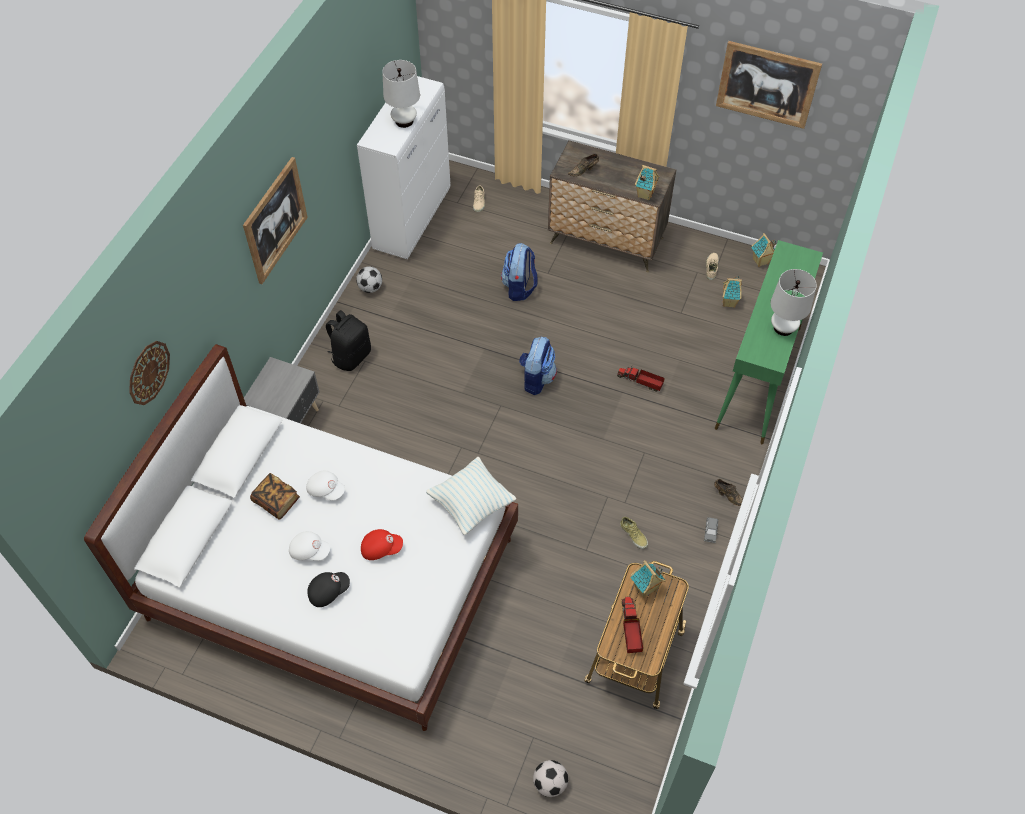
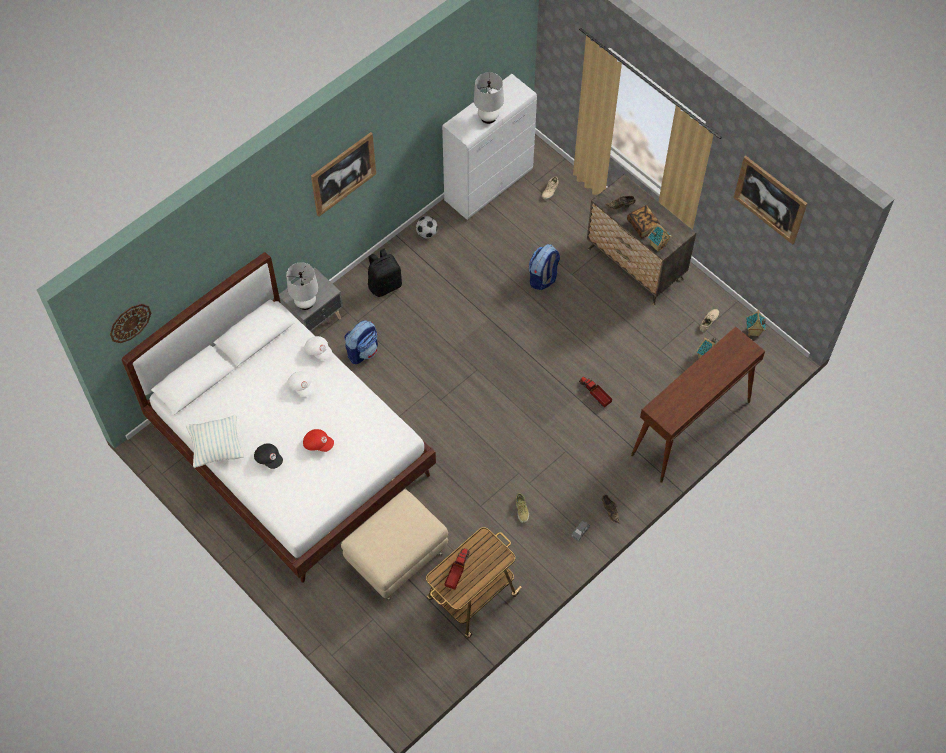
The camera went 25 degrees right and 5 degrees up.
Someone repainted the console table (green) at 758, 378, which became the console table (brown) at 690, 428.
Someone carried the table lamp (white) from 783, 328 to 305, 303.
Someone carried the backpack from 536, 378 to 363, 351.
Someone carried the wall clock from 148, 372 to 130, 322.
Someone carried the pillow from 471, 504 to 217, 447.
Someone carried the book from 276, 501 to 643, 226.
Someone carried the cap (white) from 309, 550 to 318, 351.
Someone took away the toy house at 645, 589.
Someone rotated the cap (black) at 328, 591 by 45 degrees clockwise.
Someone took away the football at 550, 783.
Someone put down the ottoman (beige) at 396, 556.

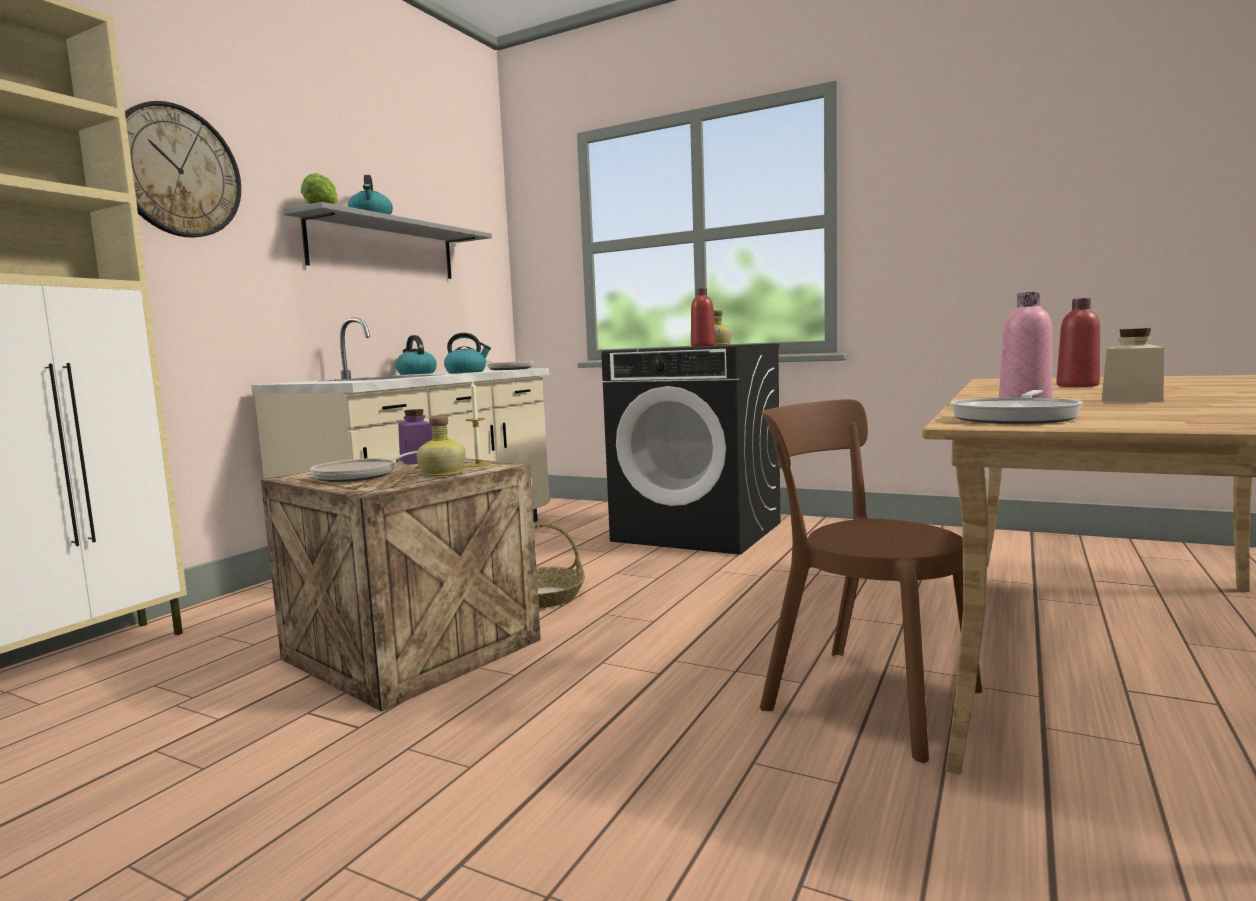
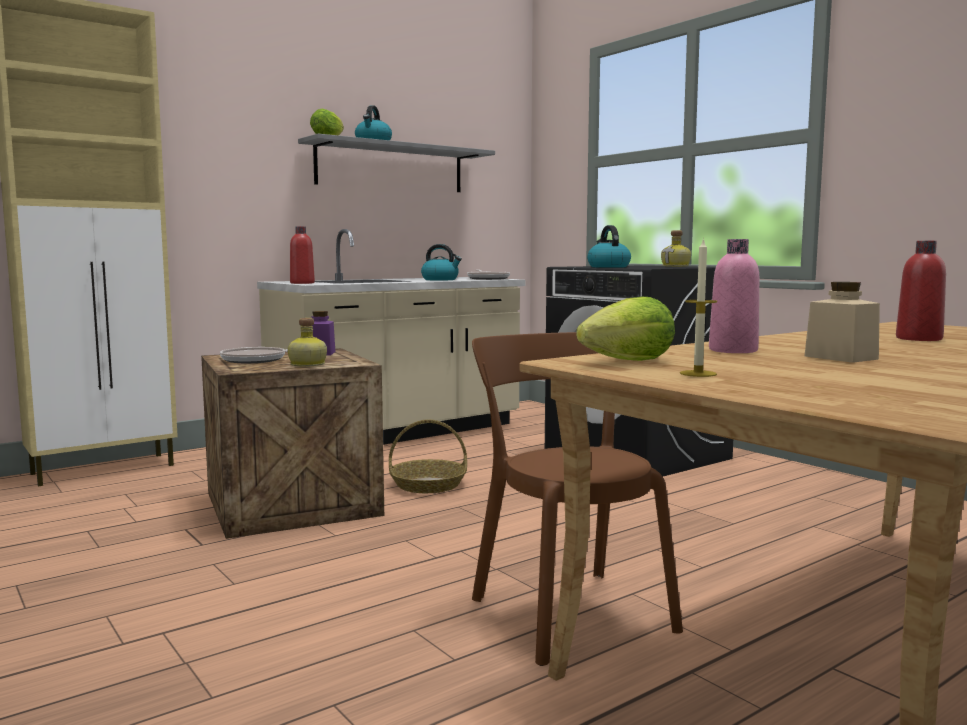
The camera went 25 degrees right and 0 degrees up.
Someone took away the wall clock at 177, 171.
Someone carried the bottle (red) from 703, 346 to 302, 283.
Someone carried the kettle from 416, 373 to 608, 267.
Someone carried the candle from 478, 464 to 698, 373.
Someone swapped the frying pan at 1016, 417 for the lettuce at 629, 361.

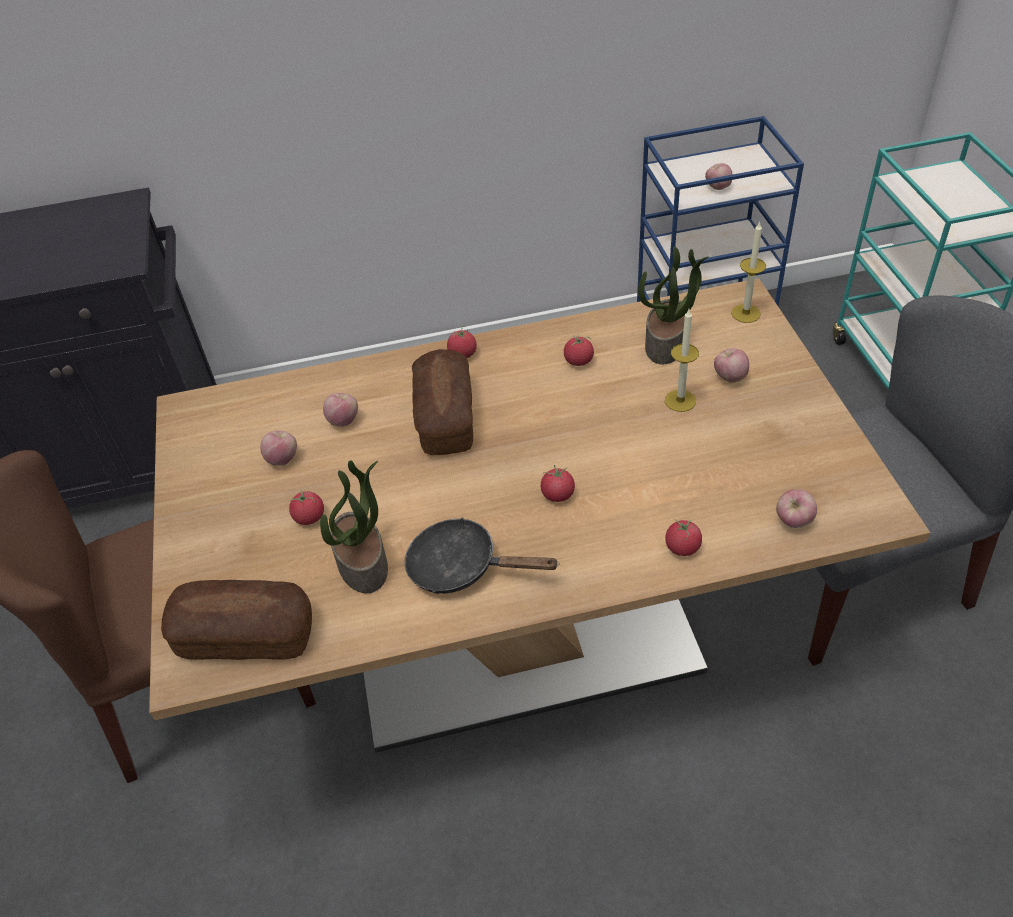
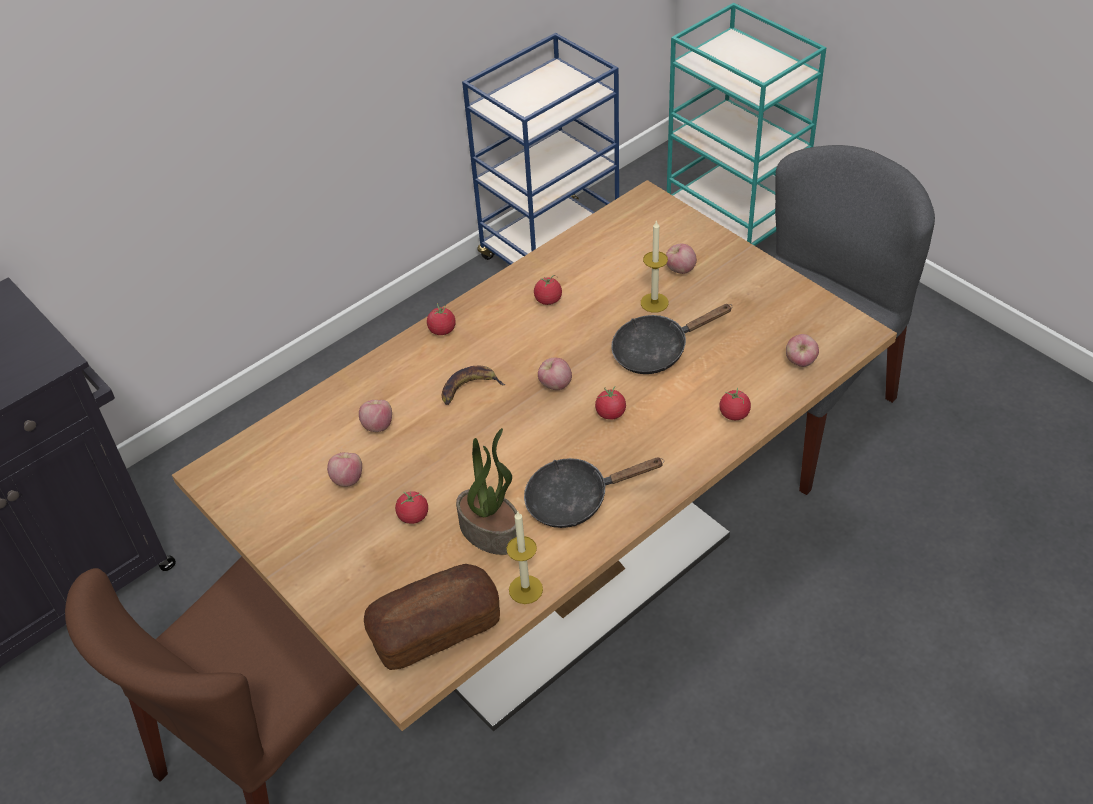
The camera went 30 degrees left and 0 degrees up.
Someone carried the apple from 717, 187 to 555, 385.
Someone carried the candle from 745, 313 to 525, 589.
Someone took away the potted plant at 667, 344.
Someone swapped the bread at 445, 417 for the banana at 469, 388.
Someone put down the frying pan (black) at 657, 350.

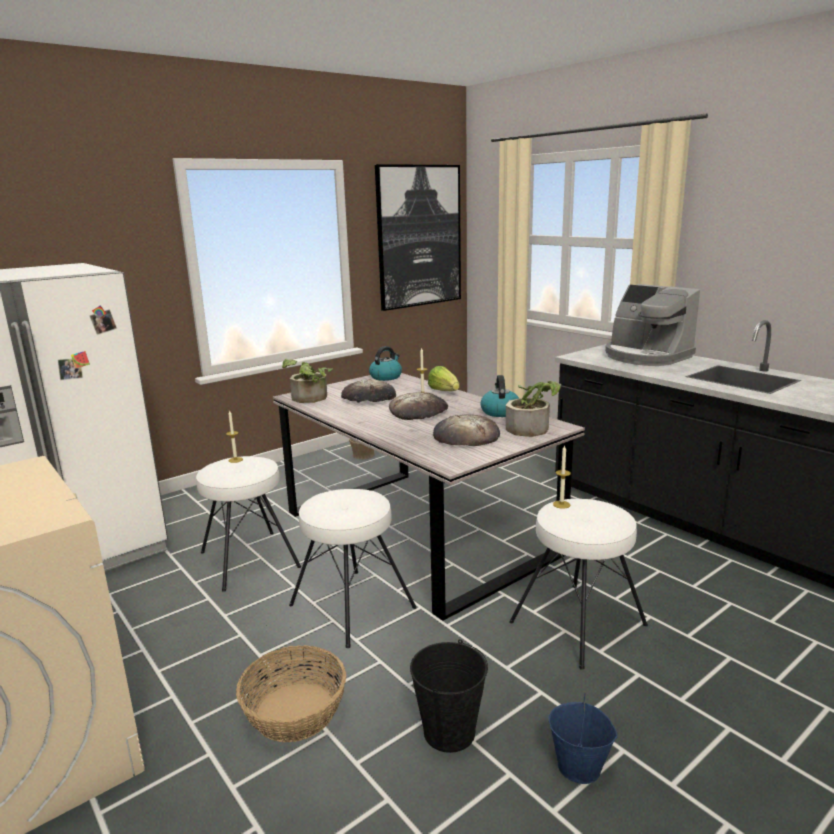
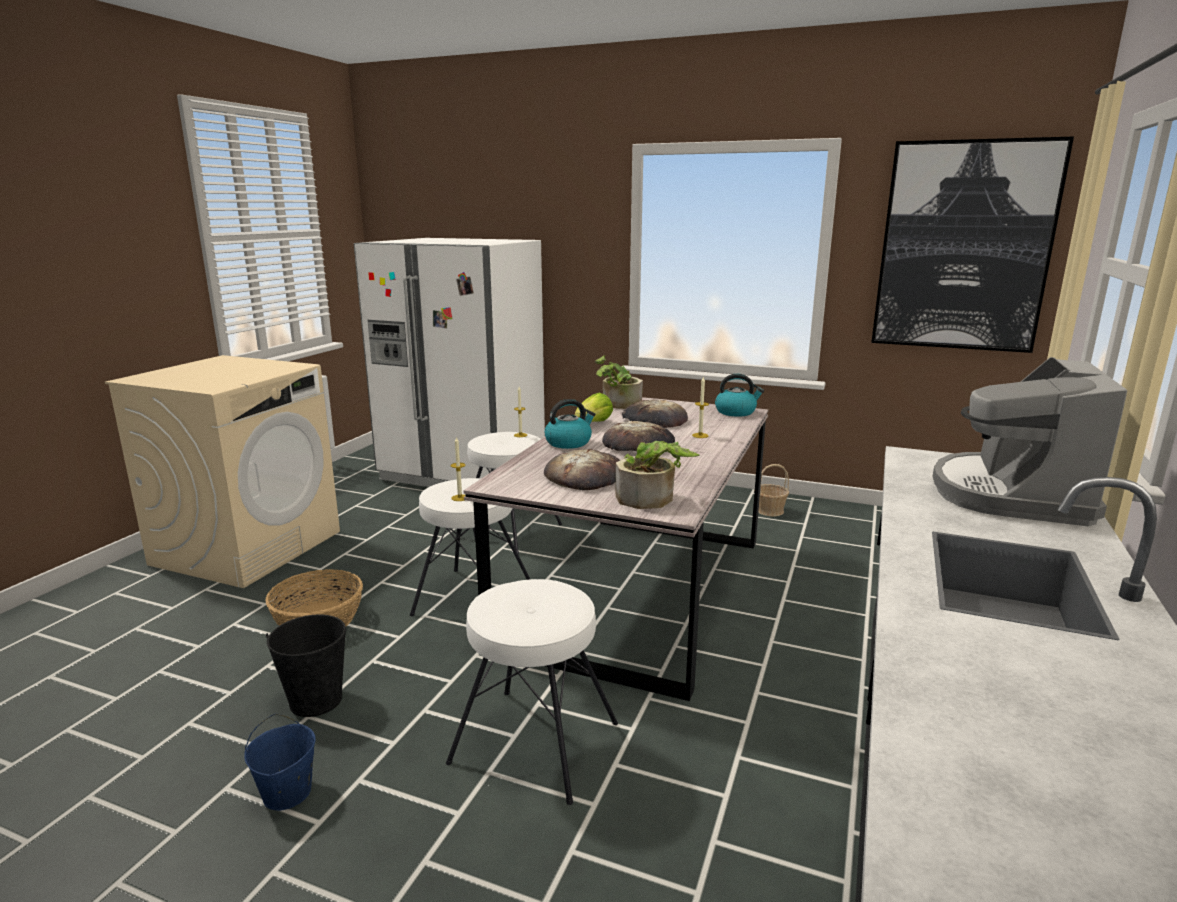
The camera went 60 degrees right and 0 degrees up.
Someone carried the lettuce from 444, 391 to 593, 424.
Someone carried the kettle from 499, 412 to 569, 442.
Someone carried the candle from 561, 504 to 460, 498.

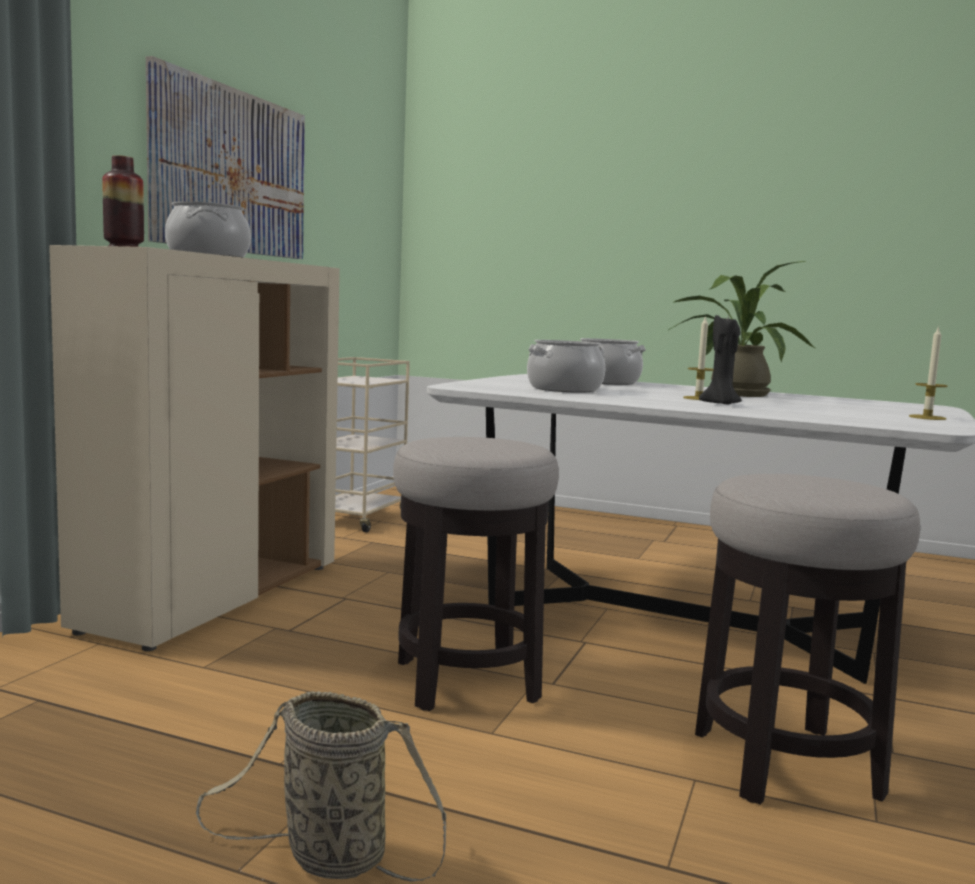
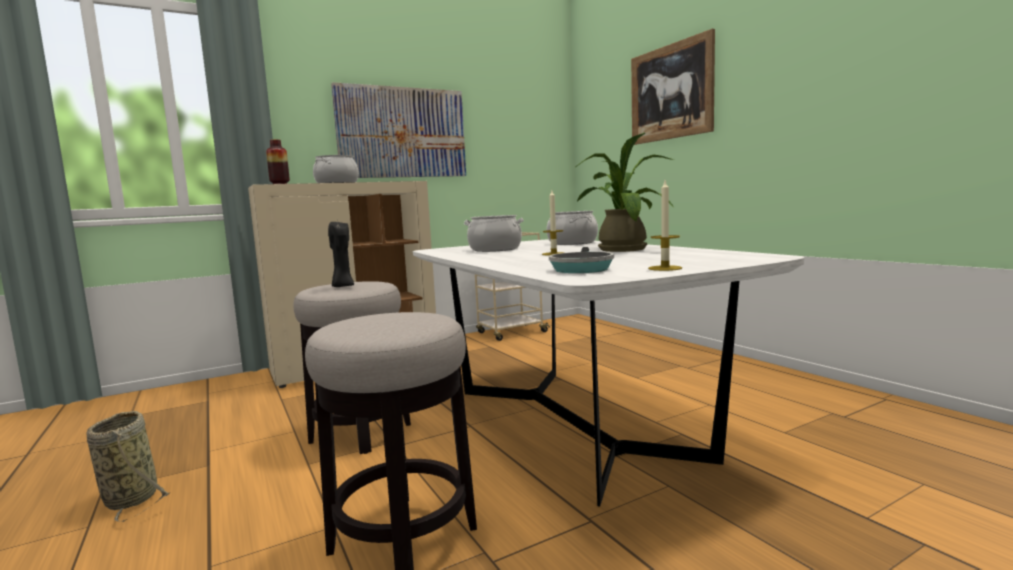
The camera went 40 degrees right and 0 degrees up.
Someone carried the candle (black) from 720, 404 to 343, 286.
Someone put up the picture at 670, 92.
Someone put down the frying pan at 581, 268.

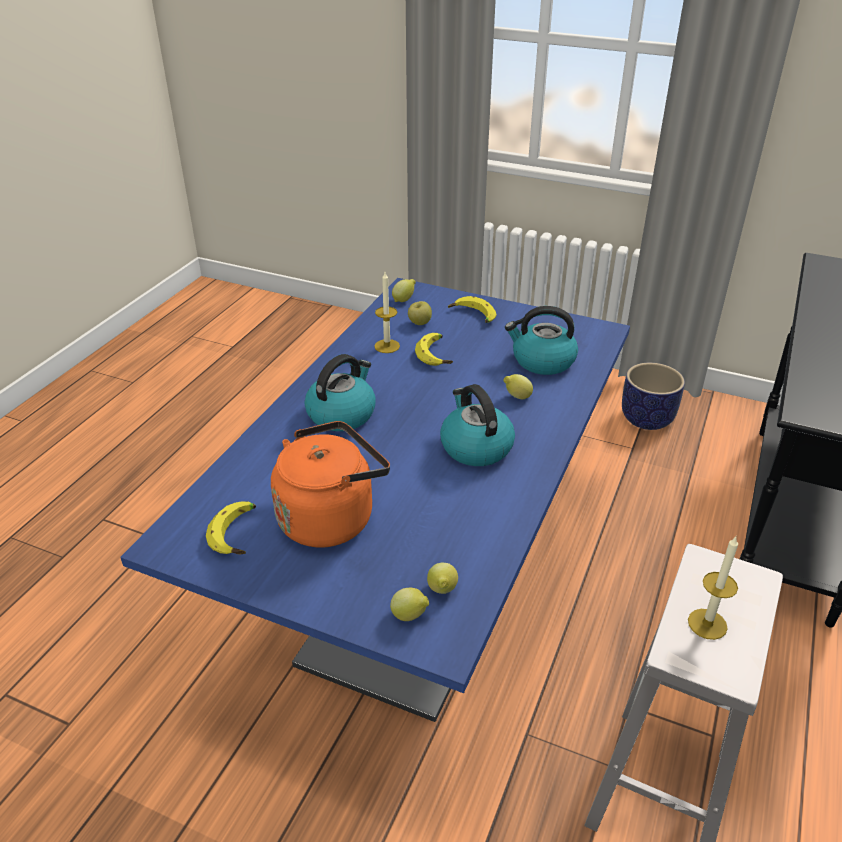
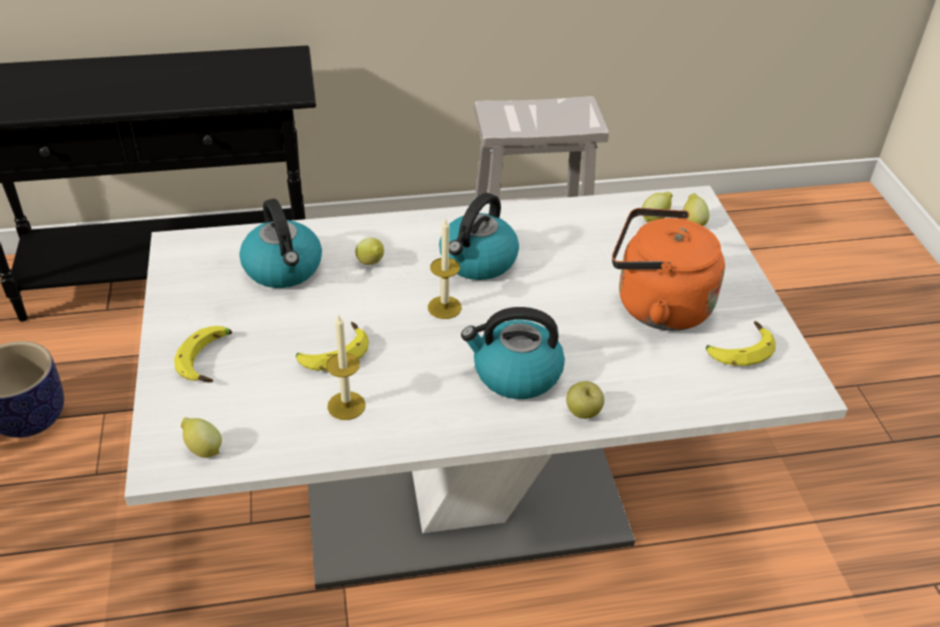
The camera went 125 degrees left and 5 degrees up.
Someone repainted the dining table (blue) at 420, 590, which became the dining table (white) at 463, 497.
Someone carried the apple from 419, 323 to 583, 412.
Someone carried the candle from 707, 624 to 444, 307.

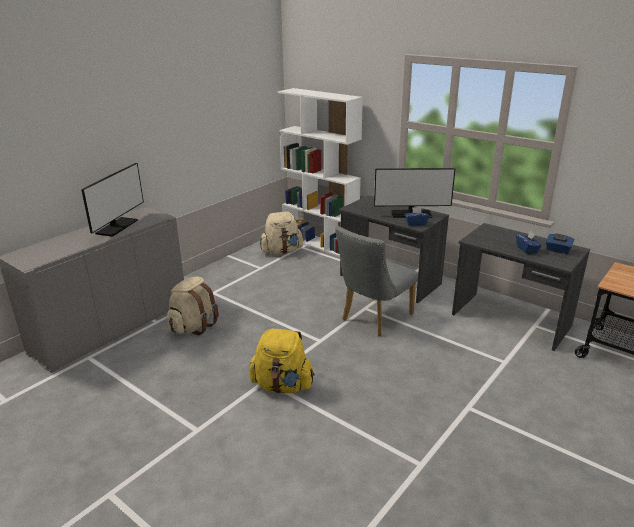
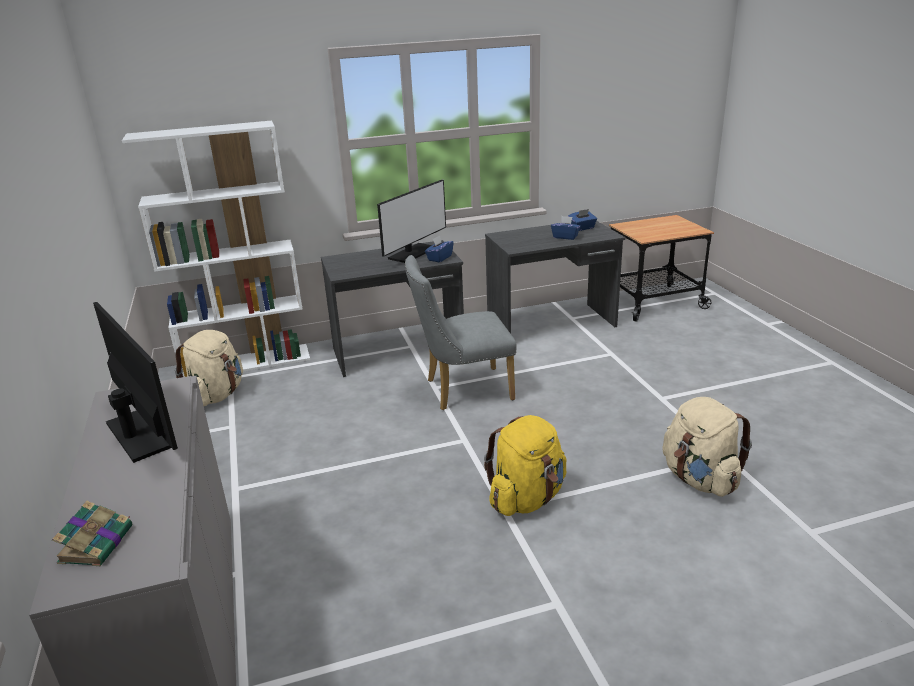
The camera went 55 degrees left and 0 degrees up.
Someone rotated the chair (grey) at 373, 319 by 90 degrees clockwise.
Someone carried the backpack (beige) from 193, 326 to 700, 479.
Someone put down the book at 97, 543.

